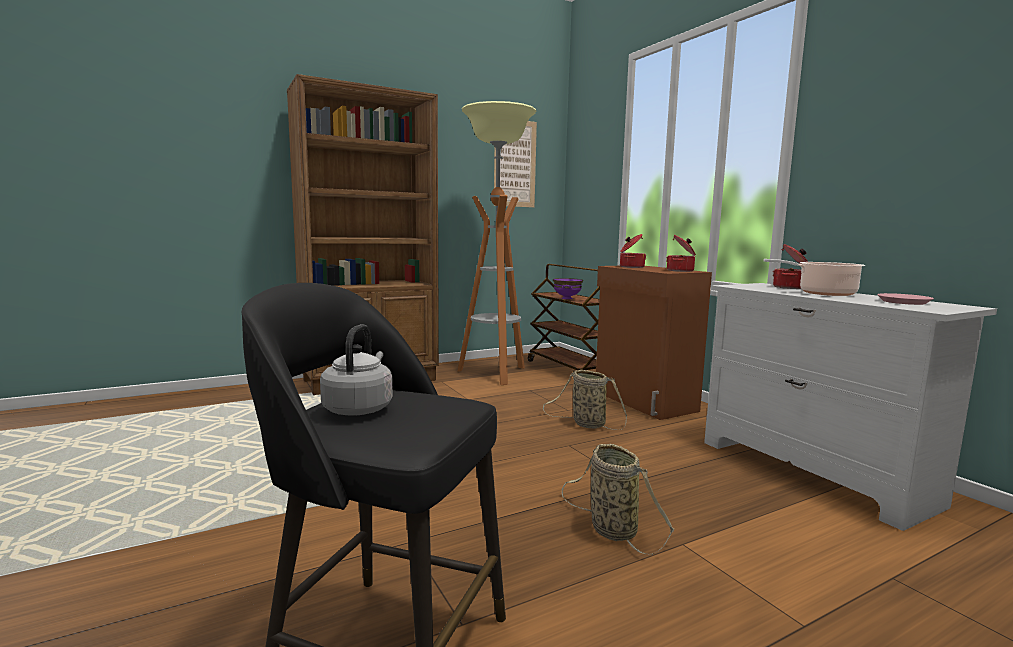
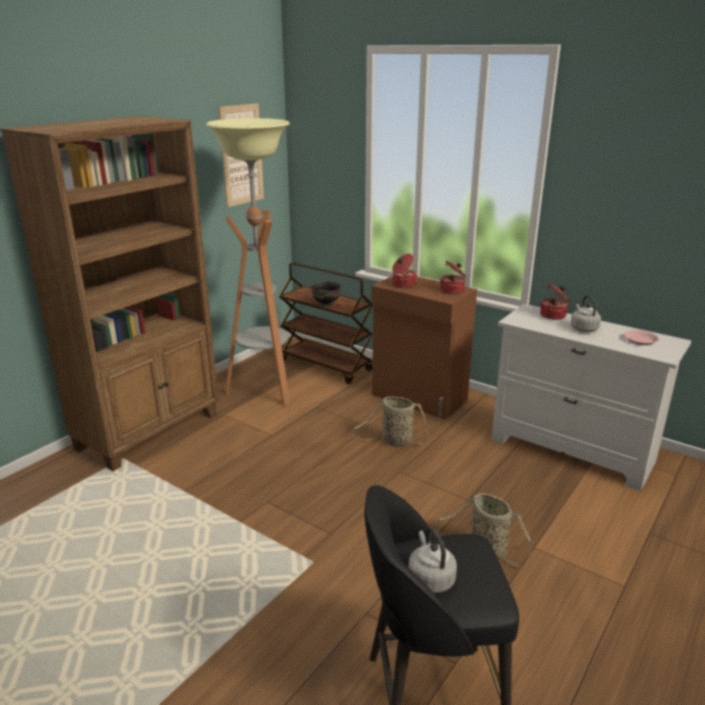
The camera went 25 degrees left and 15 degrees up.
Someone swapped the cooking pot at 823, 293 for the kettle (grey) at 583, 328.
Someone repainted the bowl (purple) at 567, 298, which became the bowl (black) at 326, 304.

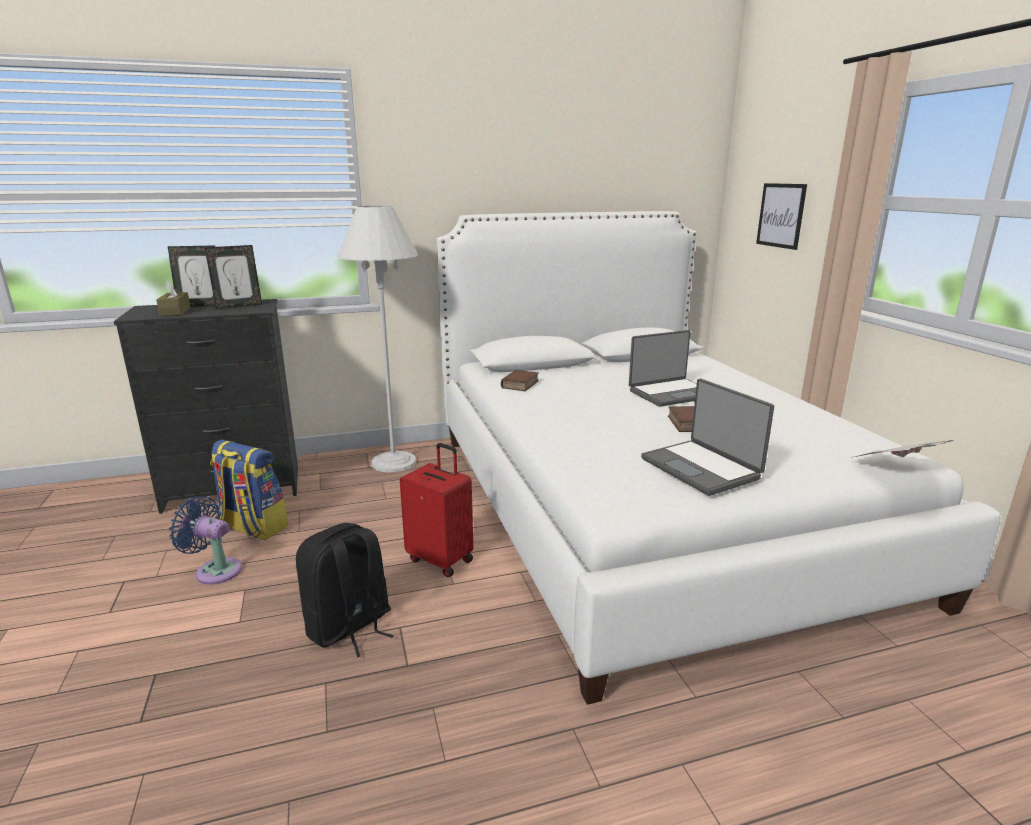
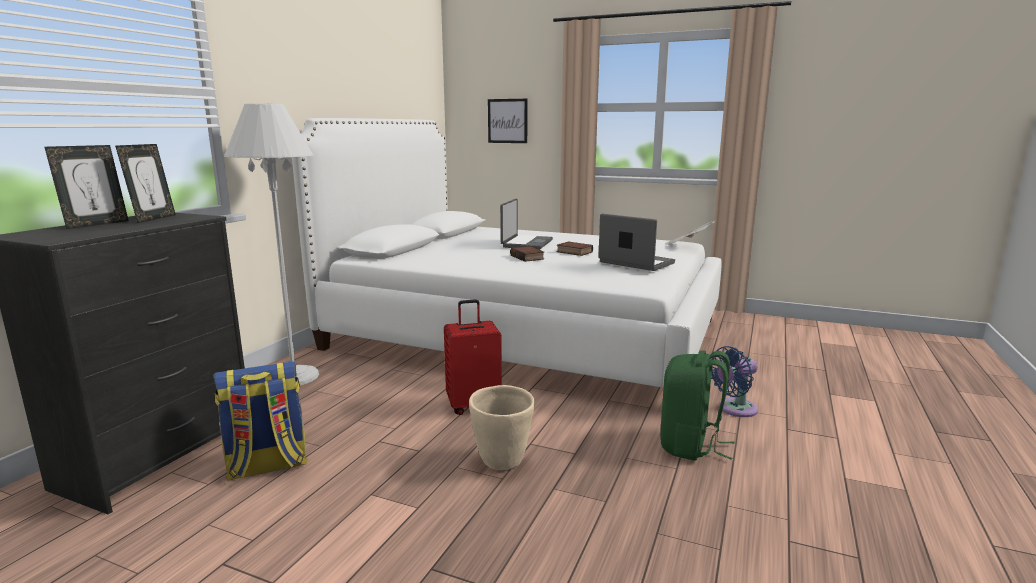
The camera went 50 degrees left and 5 degrees down.
Someone took away the tissue box (brown) at 175, 311.
Someone carried the book from 521, 385 to 528, 257.
Someone rotated the laptop at 701, 468 by 150 degrees counterclockwise.
Someone carried the fan (blue) from 215, 570 to 734, 409.
Someone swapped the backpack (black) at 349, 627 for the planter (beige) at 502, 462.
Someone put down the backpack (green) at 690, 446.

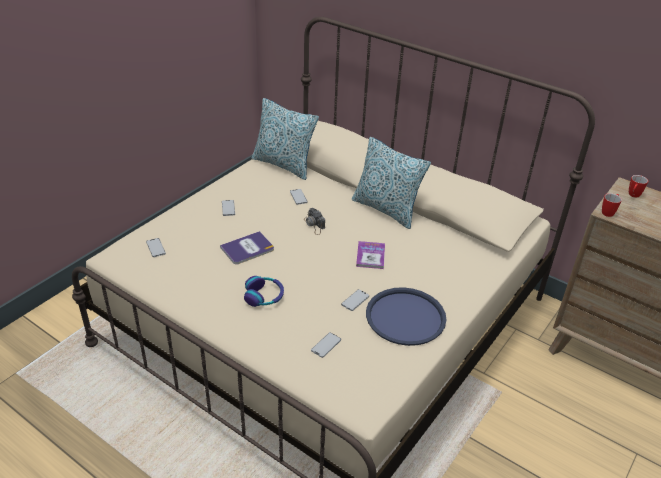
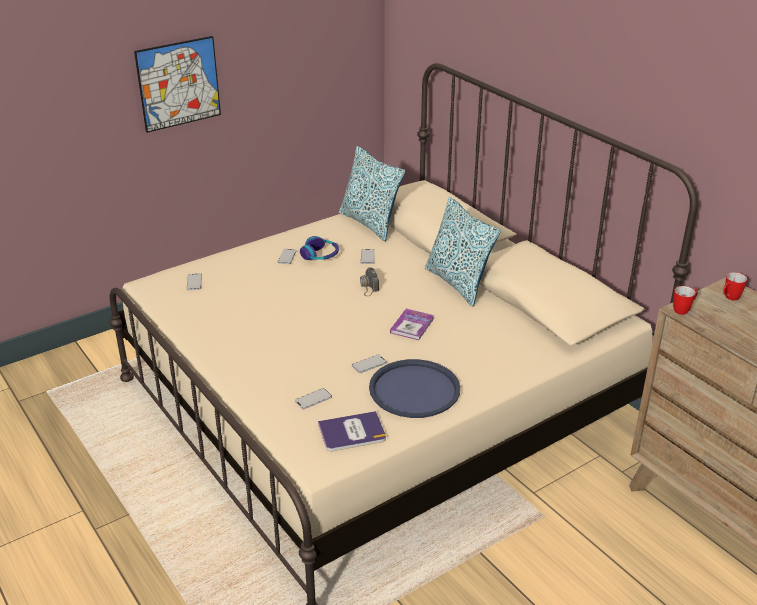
The camera went 20 degrees right and 5 degrees down.
Someone carried the book from 247, 248 to 352, 432.
Someone carried the headphones from 264, 296 to 320, 255.
Someone put up the picture at 179, 84.

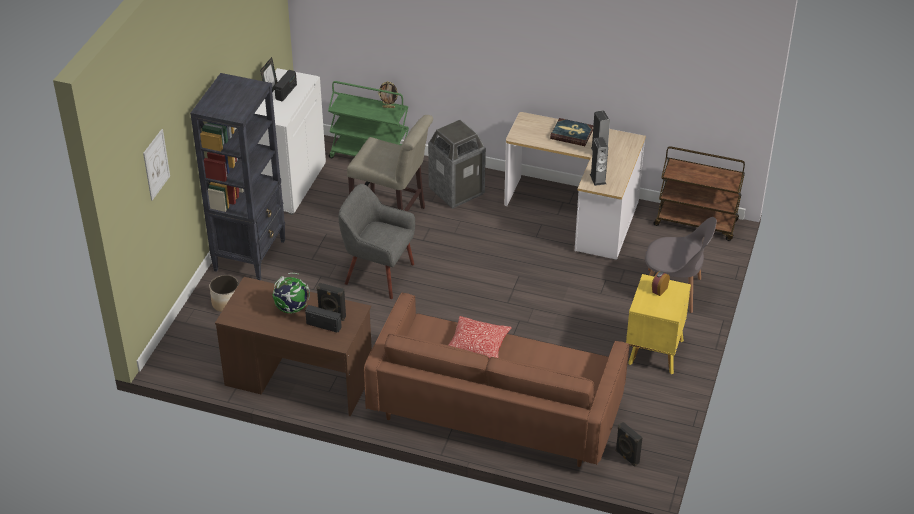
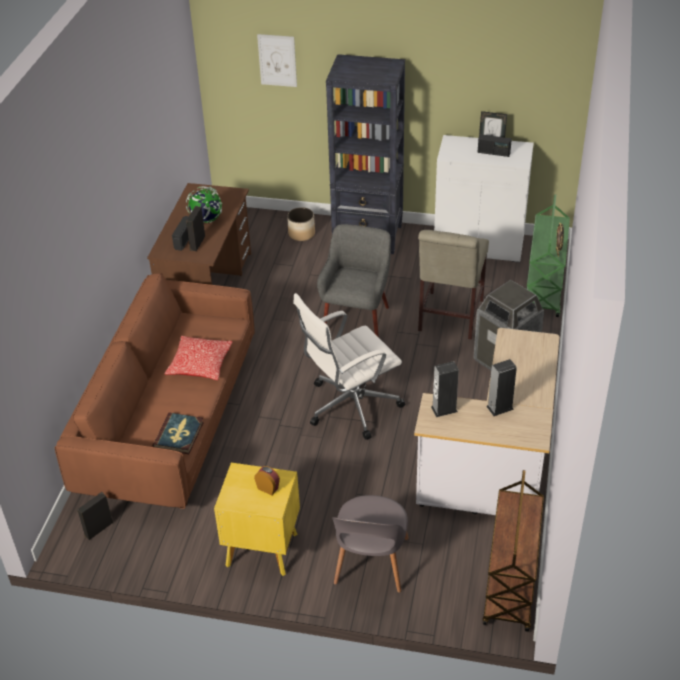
The camera went 85 degrees right and 0 degrees up.
Someone carried the book from 571, 134 to 179, 435.
Someone put down the office chair (white) at 350, 406.

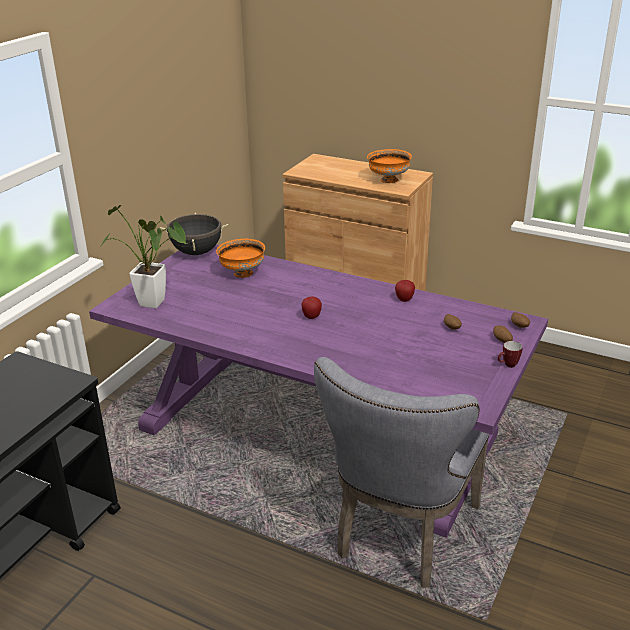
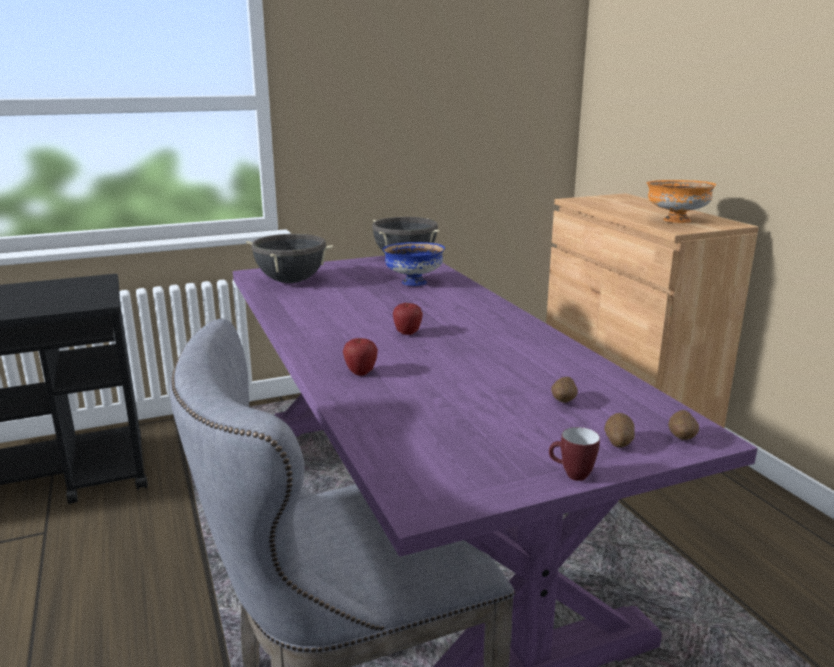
The camera went 40 degrees right and 10 degrees down.
Someone swapped the potted plant at 157, 304 for the cooking pot (black) at 291, 281.
Someone repainted the bowl (orange) at 242, 273, which became the bowl (blue) at 413, 283.
Someone carried the apple from 404, 300 to 360, 373.

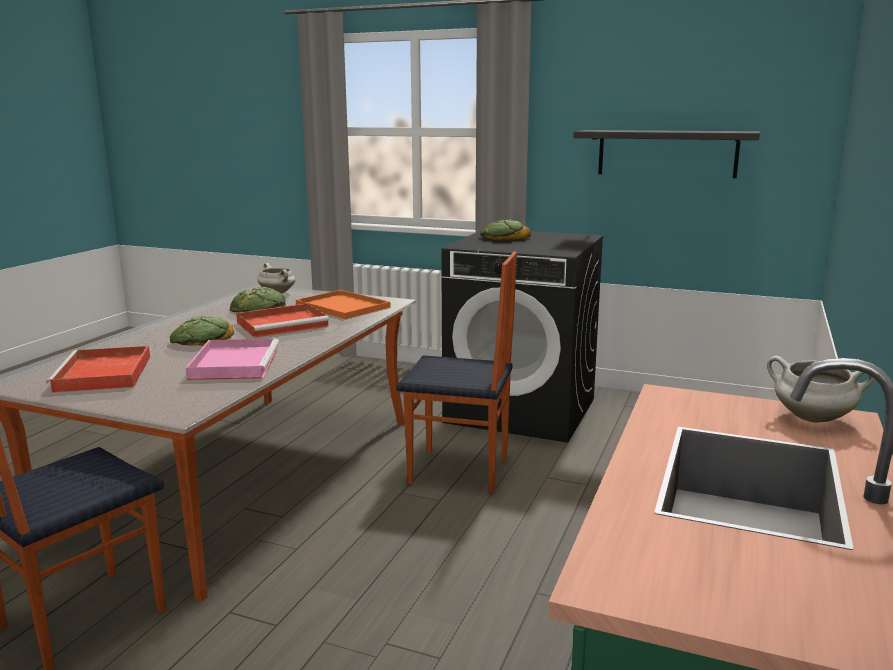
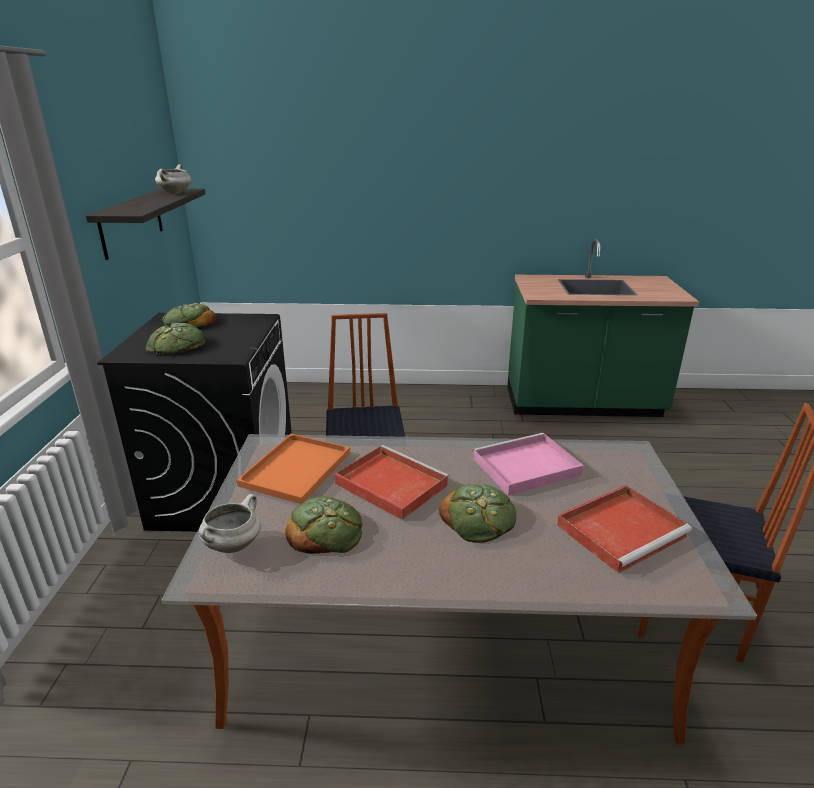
The camera went 110 degrees left and 10 degrees up.
Someone carried the cooking pot (white) from 811, 418 to 175, 193.
Someone put down the bread at 189, 322.

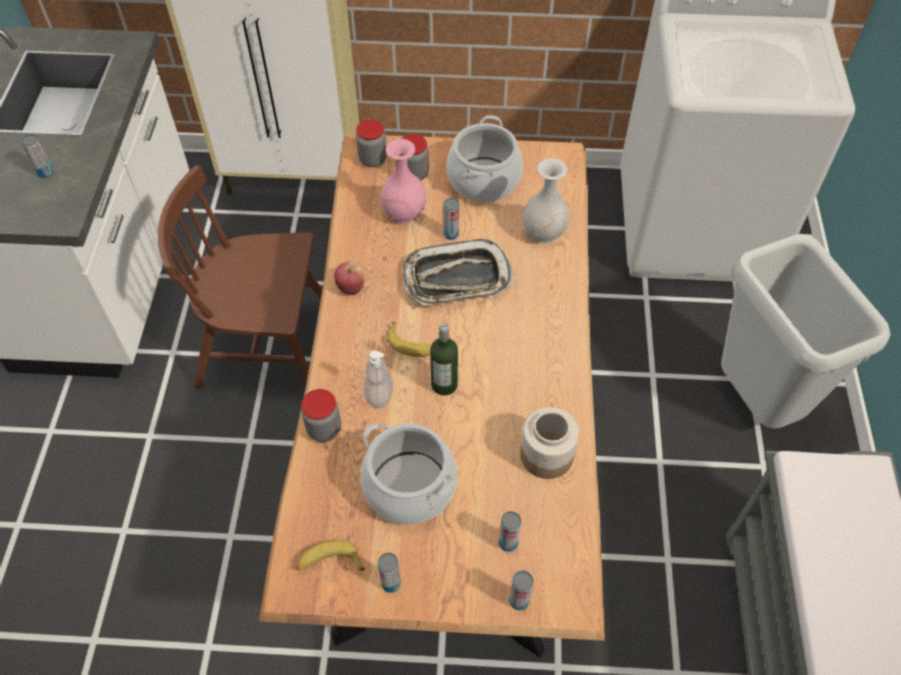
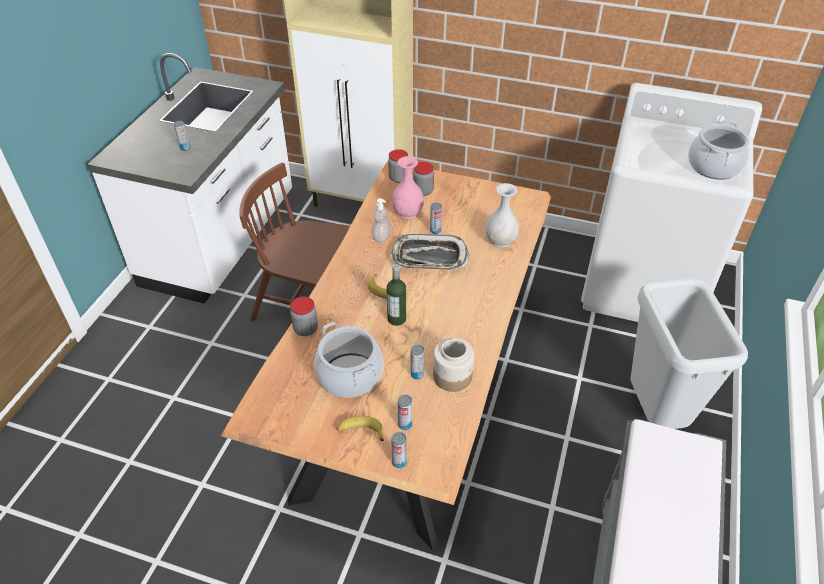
The camera went 15 degrees right and 10 degrees down.
Someone carried the cooking pot from 484, 180 to 714, 166.
Someone took away the apple at 351, 288.
Someone carried the soap dispenser from 379, 395 to 381, 237.
Someone carried the banana from 329, 562 to 360, 431.
Someone carried the can from 391, 583 to 417, 374.

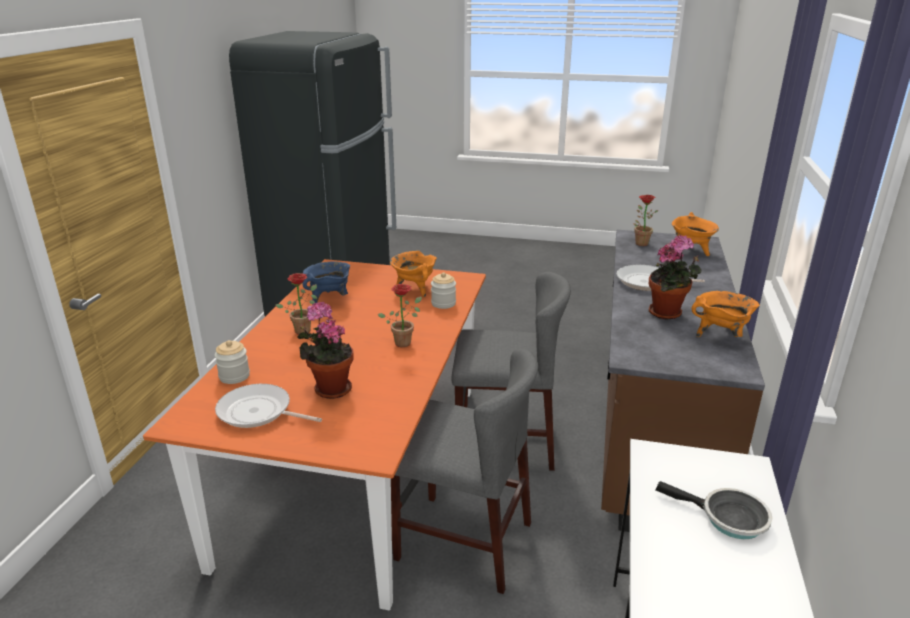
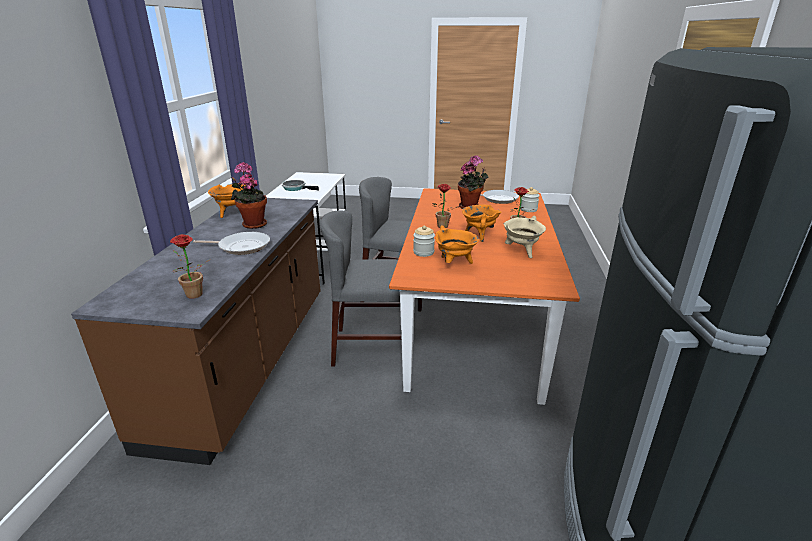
The camera went 175 degrees right and 0 degrees up.
Someone carried the cooking pot (orange) from 691, 252 to 479, 235.
Someone repainted the cooking pot (blue) at 329, 300, which became the cooking pot (beige) at 521, 252.

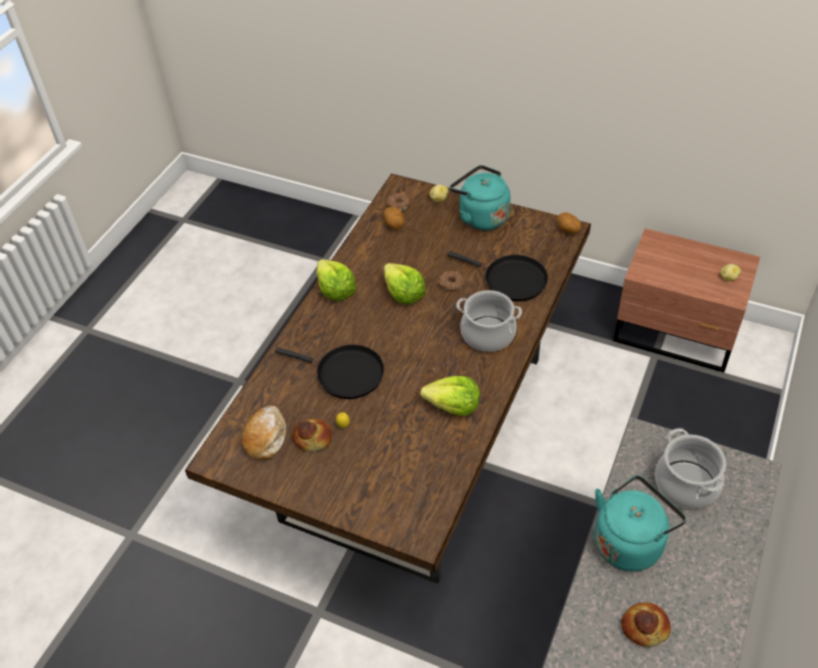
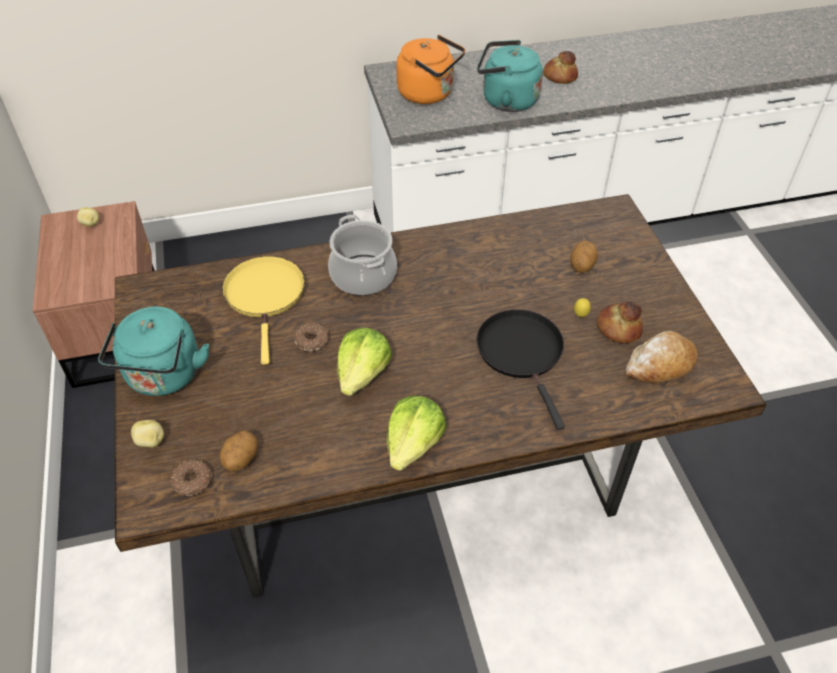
The camera went 130 degrees left and 0 degrees up.
Someone carried the potato from 567, 230 to 582, 266.
Someone repainted the frying pan (black) at 511, 280, which became the frying pan (yellow) at 265, 296.
Someone took away the lettuce at 453, 406.
Someone swapped the cooking pot at 686, 484 for the kettle (orange) at 429, 94.

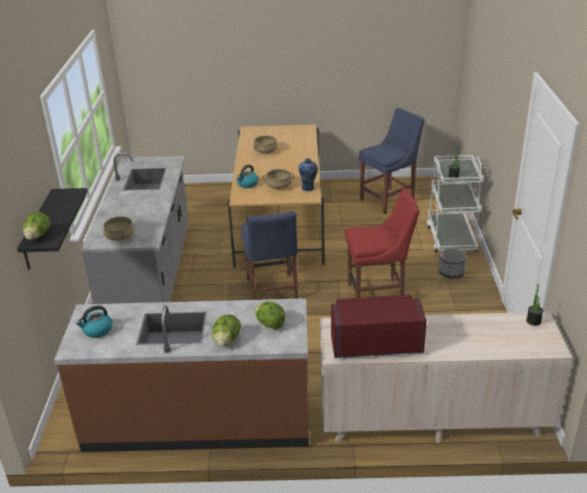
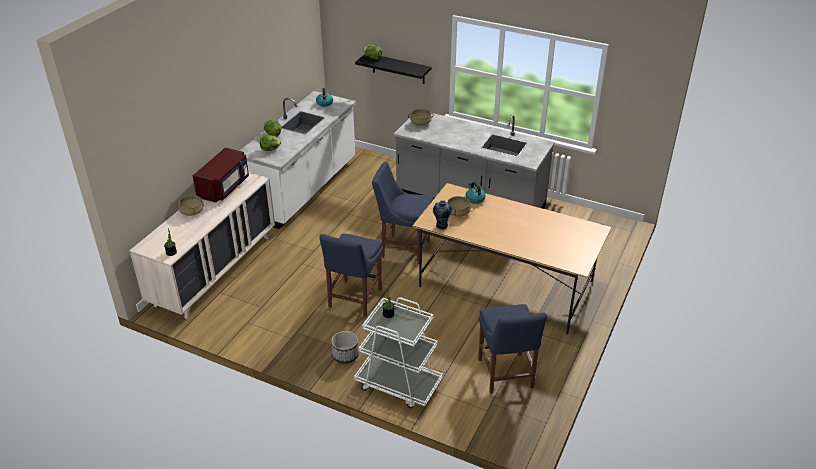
The camera went 115 degrees right and 5 degrees up.
Someone carried the cooking pot (beige) from 265, 151 to 192, 212.
Someone repainted the chair (red) at 379, 294, which became the chair (blue) at 353, 299.
Someone repainted the counter (brown) at 198, 419, which became the counter (white) at 304, 189.

